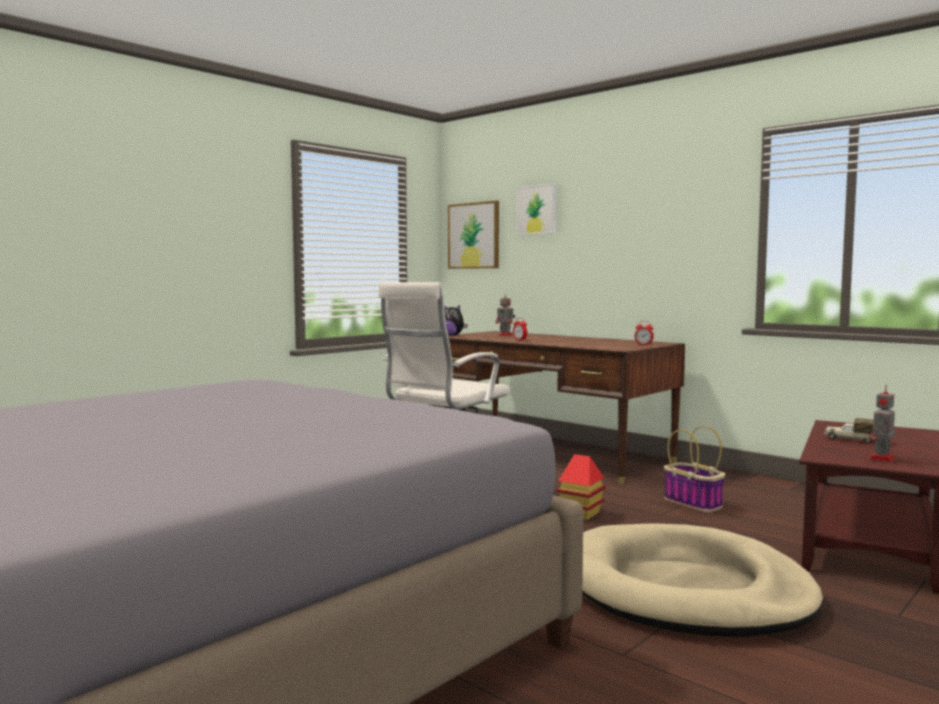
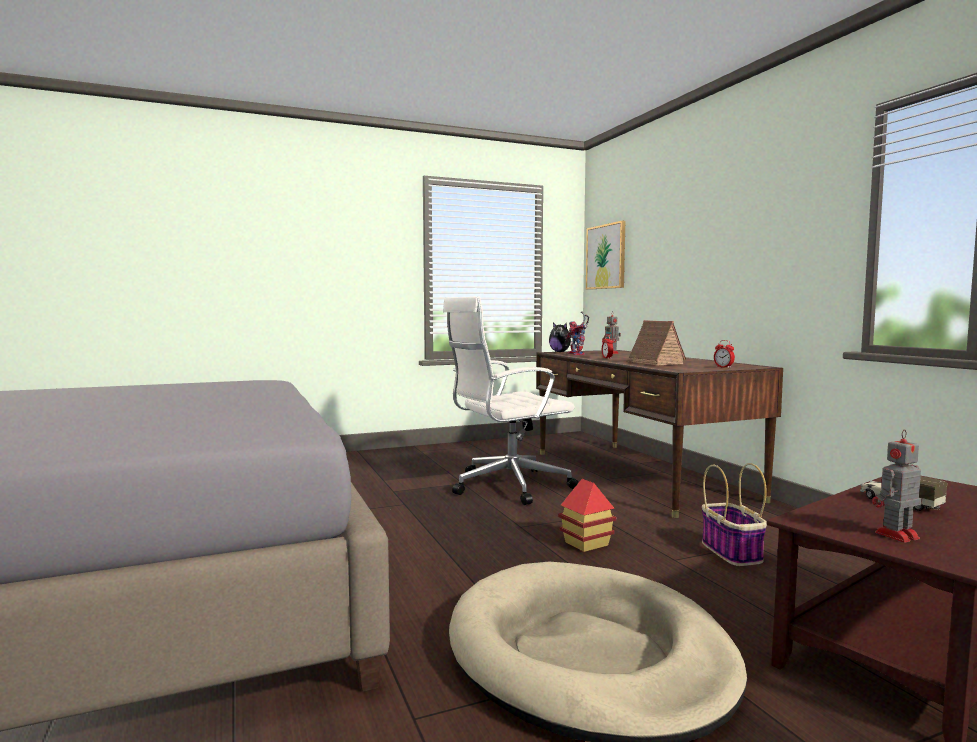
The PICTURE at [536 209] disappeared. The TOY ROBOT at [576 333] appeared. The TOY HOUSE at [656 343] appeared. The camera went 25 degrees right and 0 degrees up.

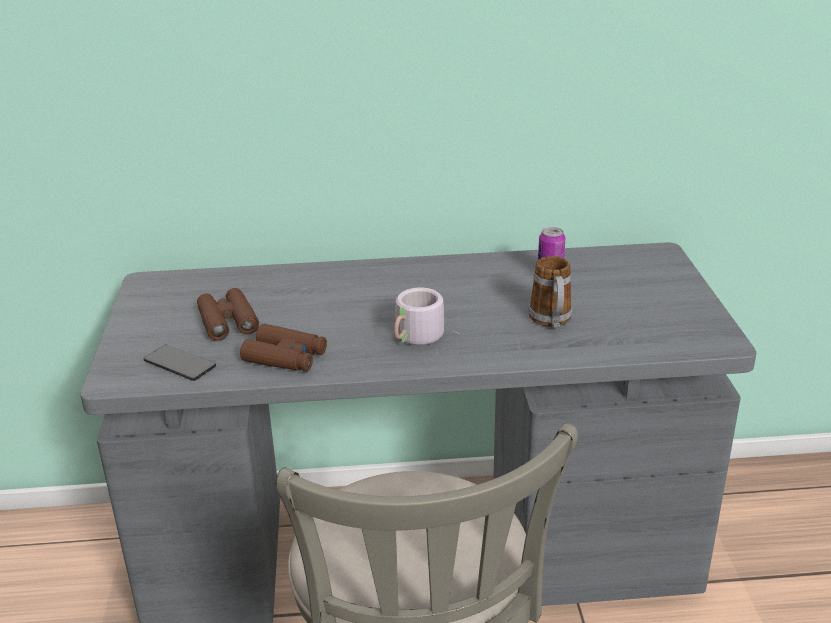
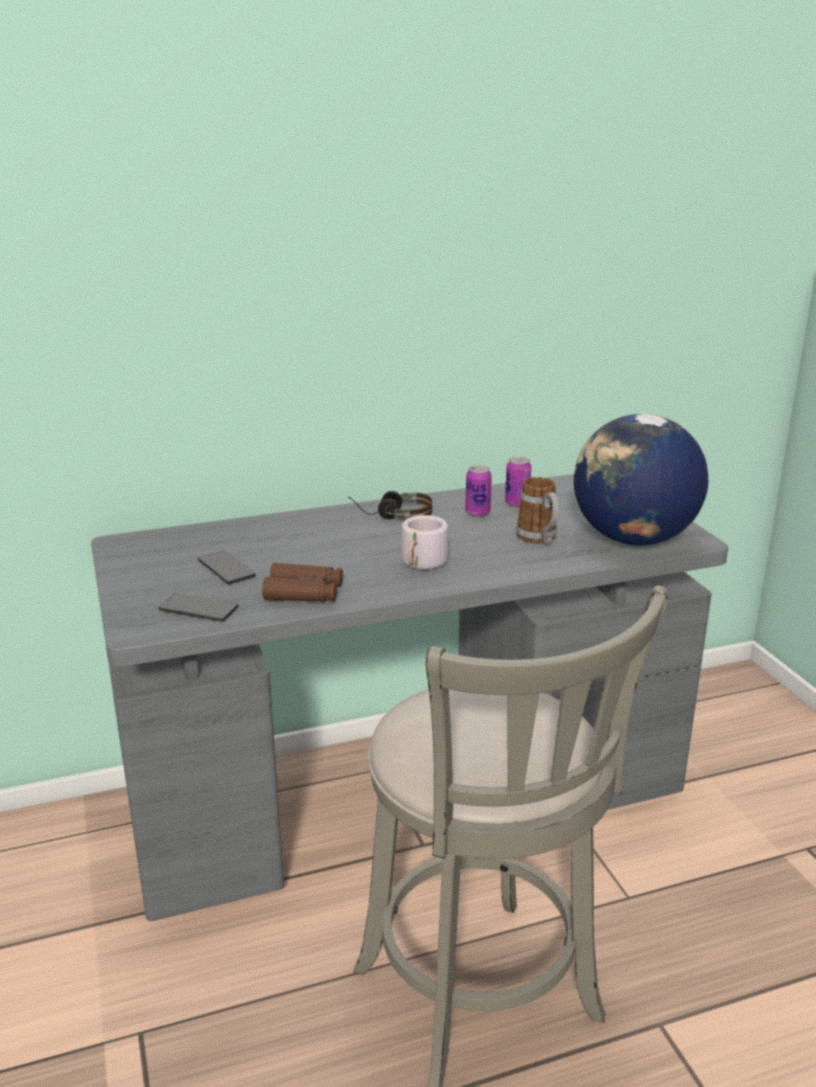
The HEADPHONES at [390 505] appeared. The CAN at [478 491] appeared. The GLOBE at [641 480] appeared. The BROWN BINOCULARS at [228 314] was replaced by the PHONE at [226 567]. The camera went 15 degrees left and 5 degrees down.

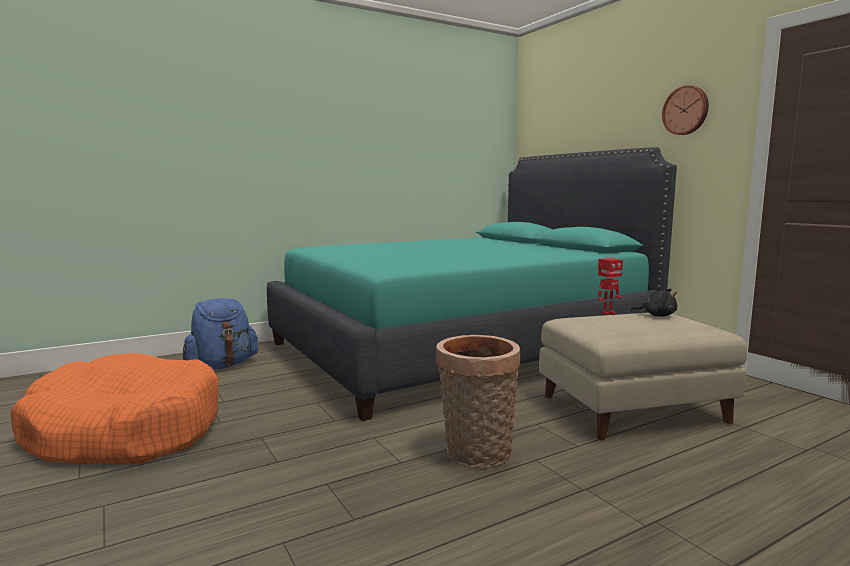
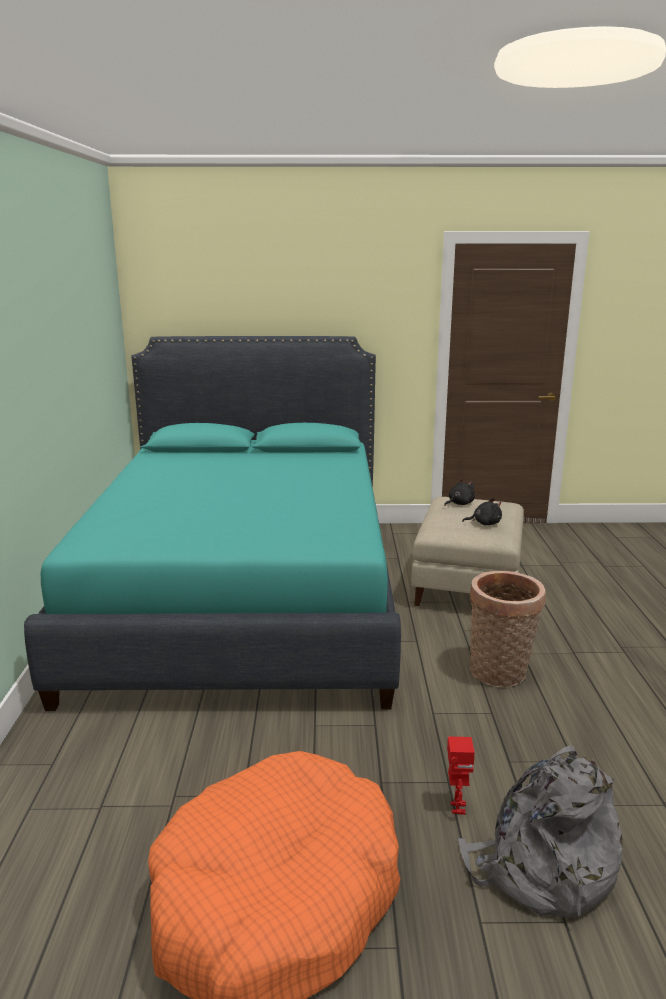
The BLUE BACKPACK at [220 334] disappeared. The WALL CLOCK at [685 110] disappeared. The GREY BACKPACK at [540 831] appeared. The BLACK PLUSH TOY at [482 511] appeared. The TOY ROBOT moved from [610 286] to [461 775]. The camera went 60 degrees left and 10 degrees up.

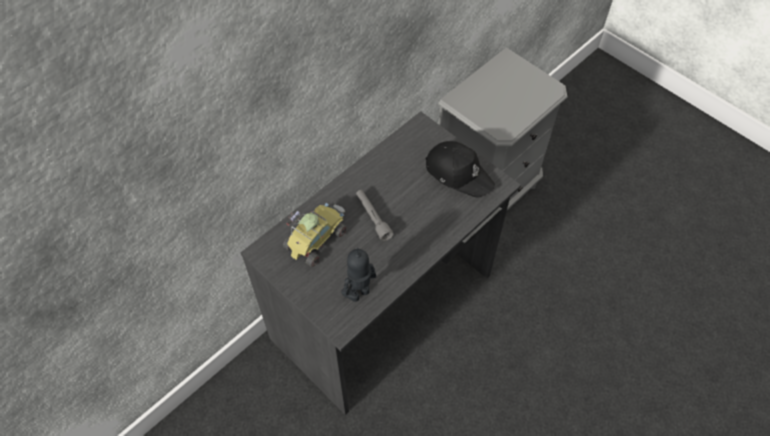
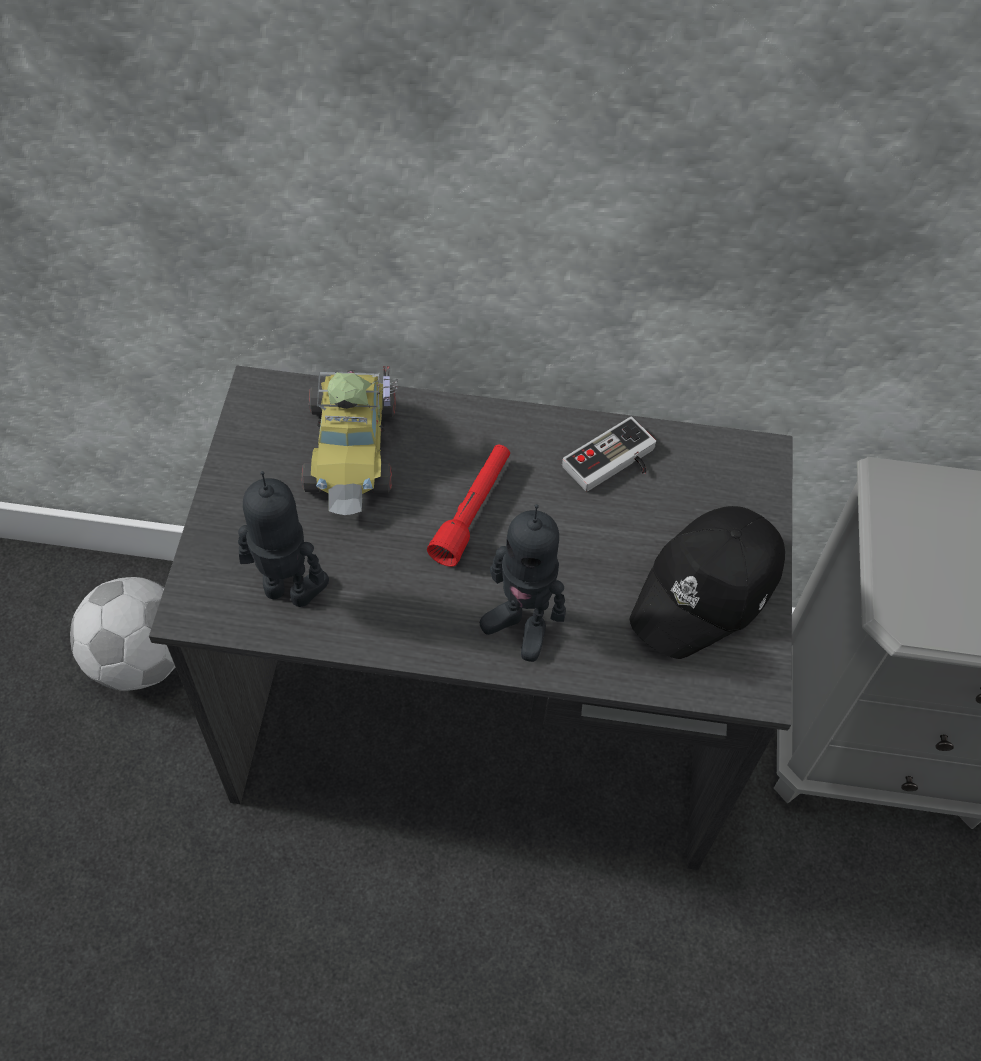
The FOOTBALL at [122 634] appeared. The TOY ROBOT at [523 583] appeared. The GAME CONTROLLER at [609 454] appeared. The GREY FLASHLIGHT at [375 215] became the RED FLASHLIGHT at [468 506]. The TOY CAR at [315 235] turned 90 degrees clockwise. The BLACK CAP at [460 169] turned 45 degrees clockwise. The camera went 50 degrees right and 0 degrees up.

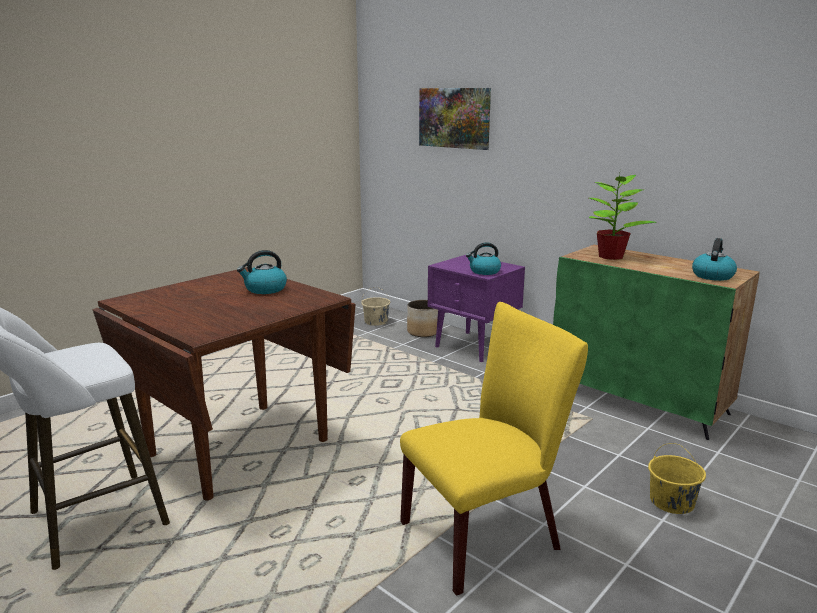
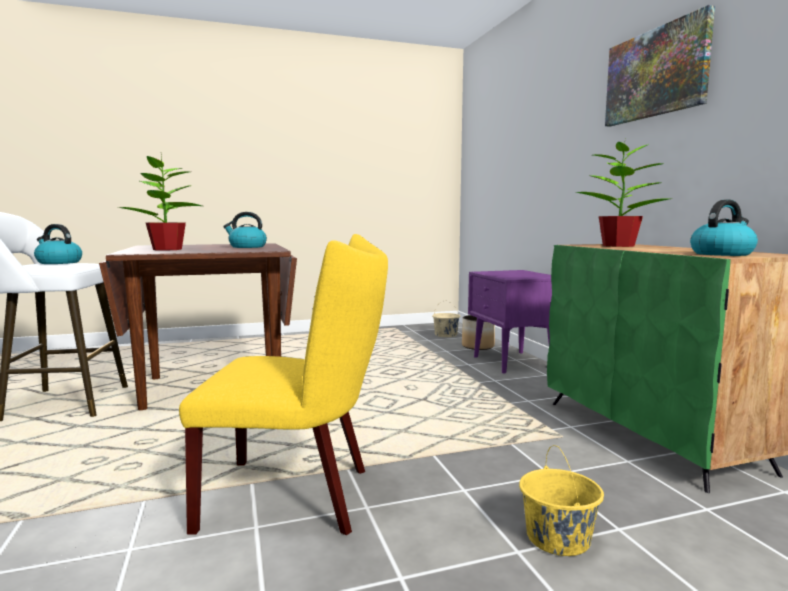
The POTTED PLANT at [160 203] appeared. The PICTURE moved from [455 119] to [660 65]. The KETTLE moved from [483 258] to [58 244]. The camera went 30 degrees right and 10 degrees down.

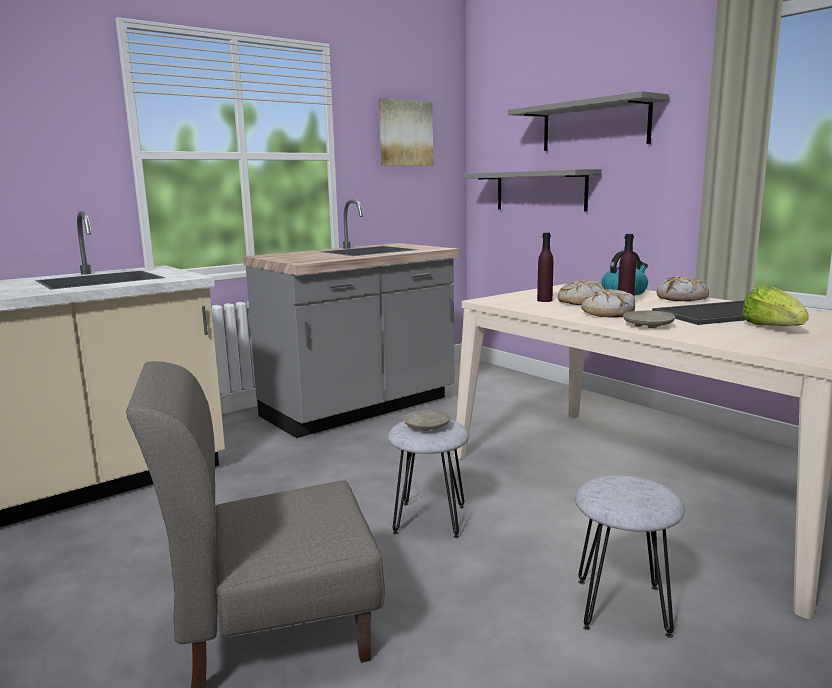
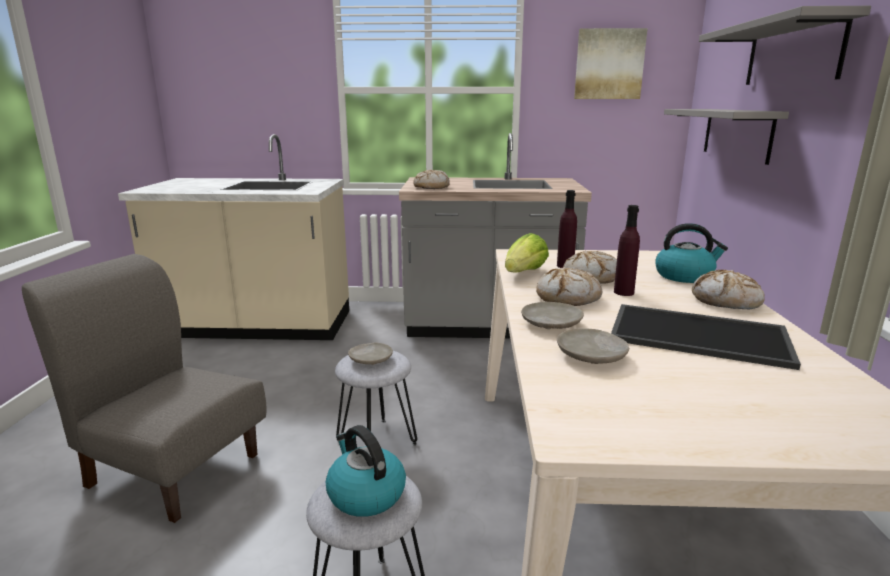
The KETTLE at [366 471] appeared. The BREAD at [431 179] appeared. The BEIGE PLATE at [593 346] appeared. The LETTUCE moved from [775 305] to [527 252]. The camera went 40 degrees right and 5 degrees up.

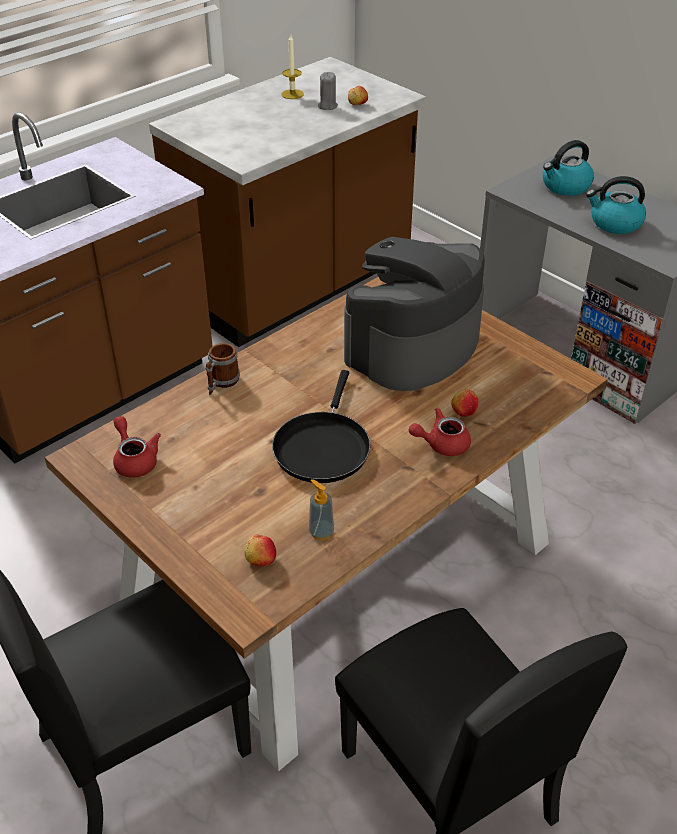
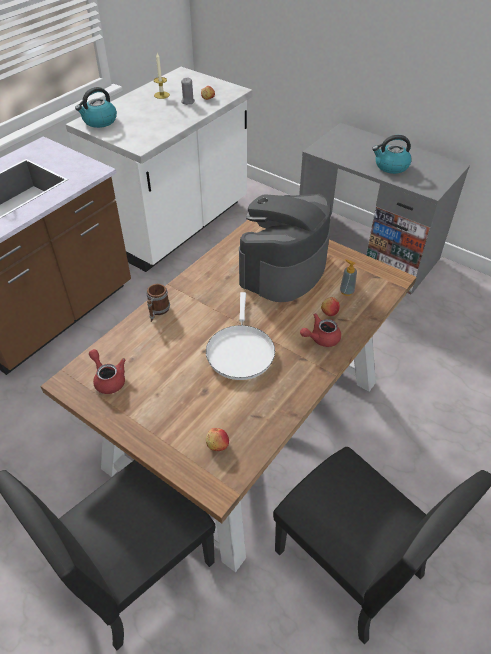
The SOAP DISPENSER moved from [321 509] to [348 277]. The KETTLE moved from [568 168] to [96 107]. The BROWN COUNTER at [287 202] became the WHITE COUNTER at [159 169]. The BLACK FRYING PAN at [321 426] became the WHITE FRYING PAN at [240 336]. The camera went 10 degrees left and 5 degrees up.

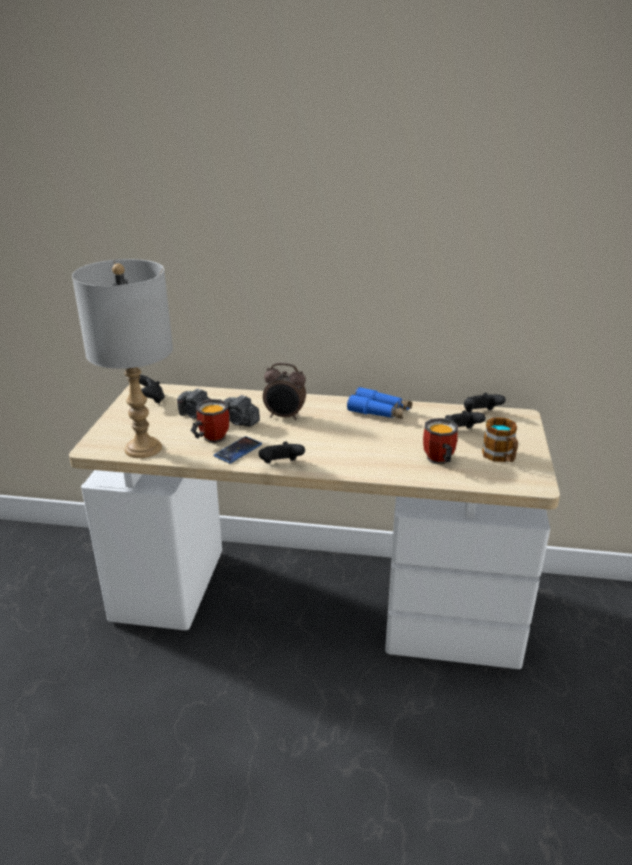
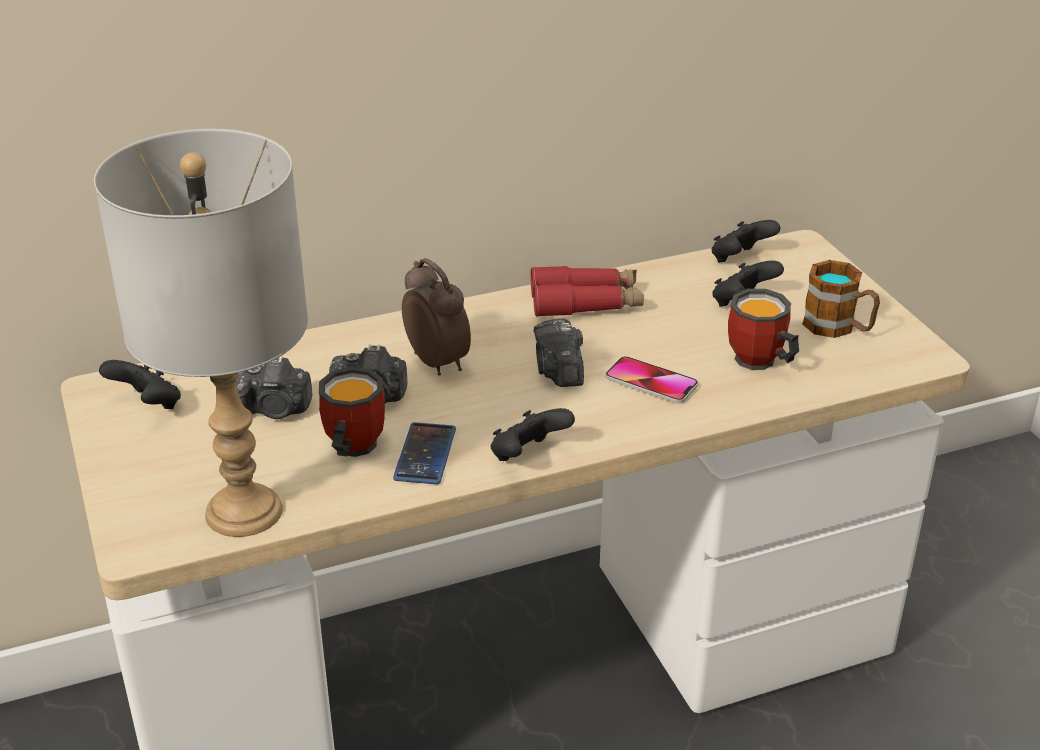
The PHOTO CAMERA at [558 352] appeared. The PHONE at [651 380] appeared. The BLUE BINOCULARS at [379 403] became the RED BINOCULARS at [587 291]. The ALARM CLOCK at [284 391] turned 105 degrees counterclockwise. The camera went 30 degrees left and 5 degrees up.

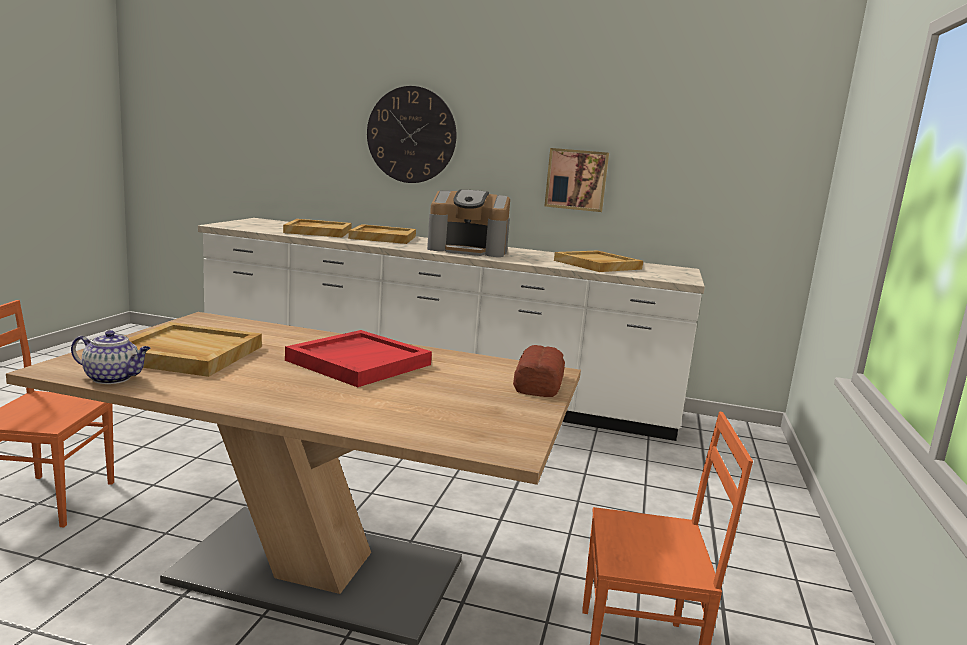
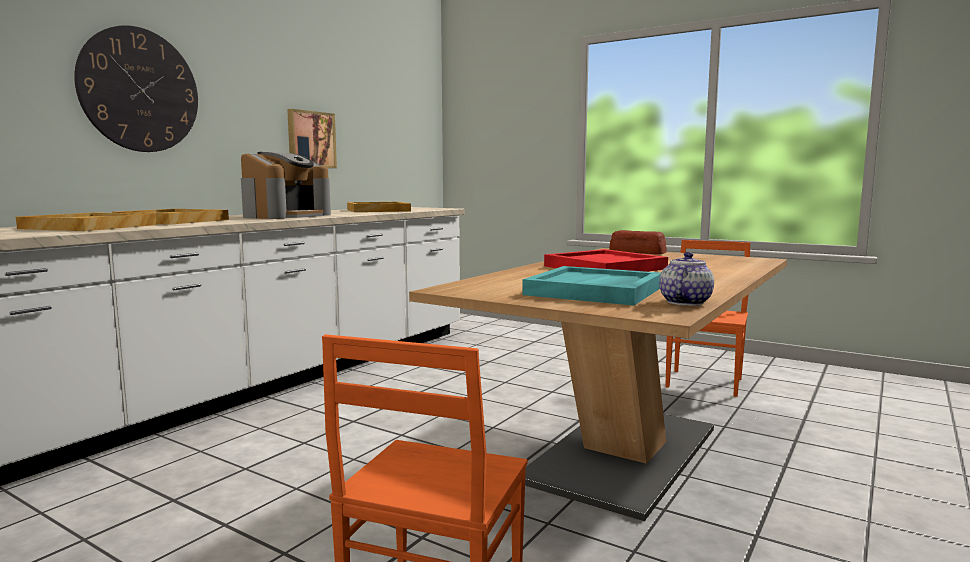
The BEIGE TRAY at [195 349] became the TURQUOISE TRAY at [591 286]. The camera went 70 degrees left and 5 degrees down.

